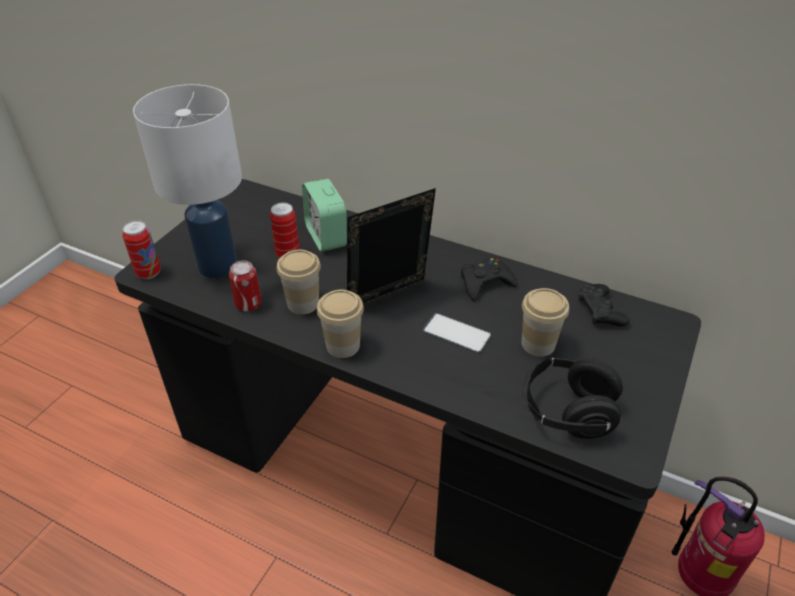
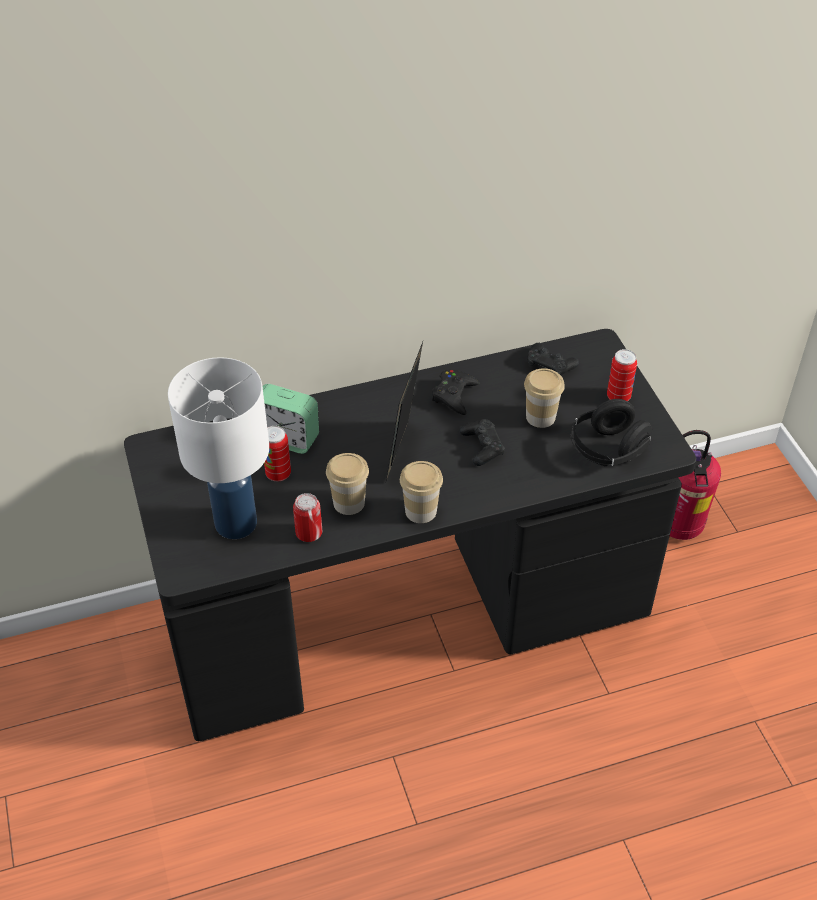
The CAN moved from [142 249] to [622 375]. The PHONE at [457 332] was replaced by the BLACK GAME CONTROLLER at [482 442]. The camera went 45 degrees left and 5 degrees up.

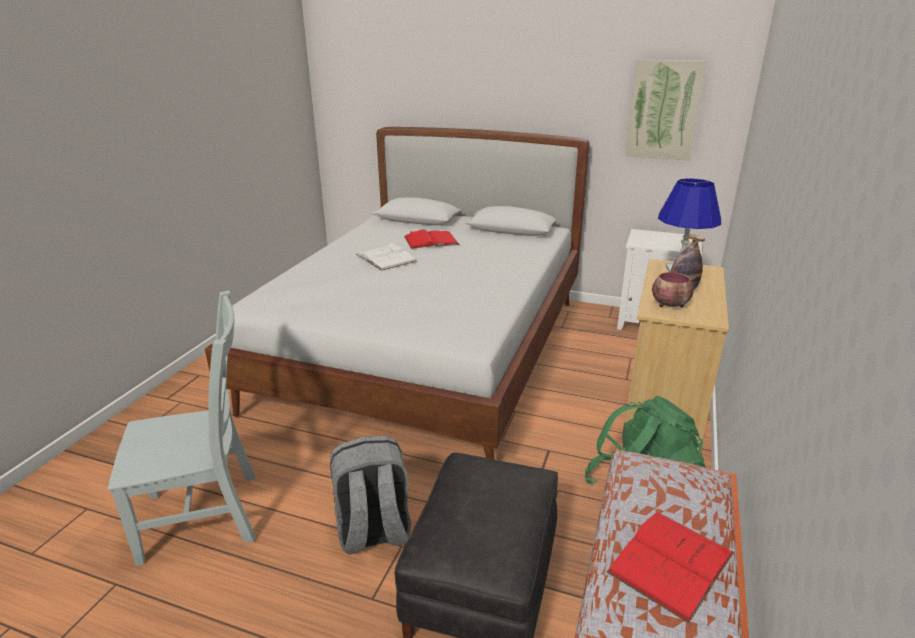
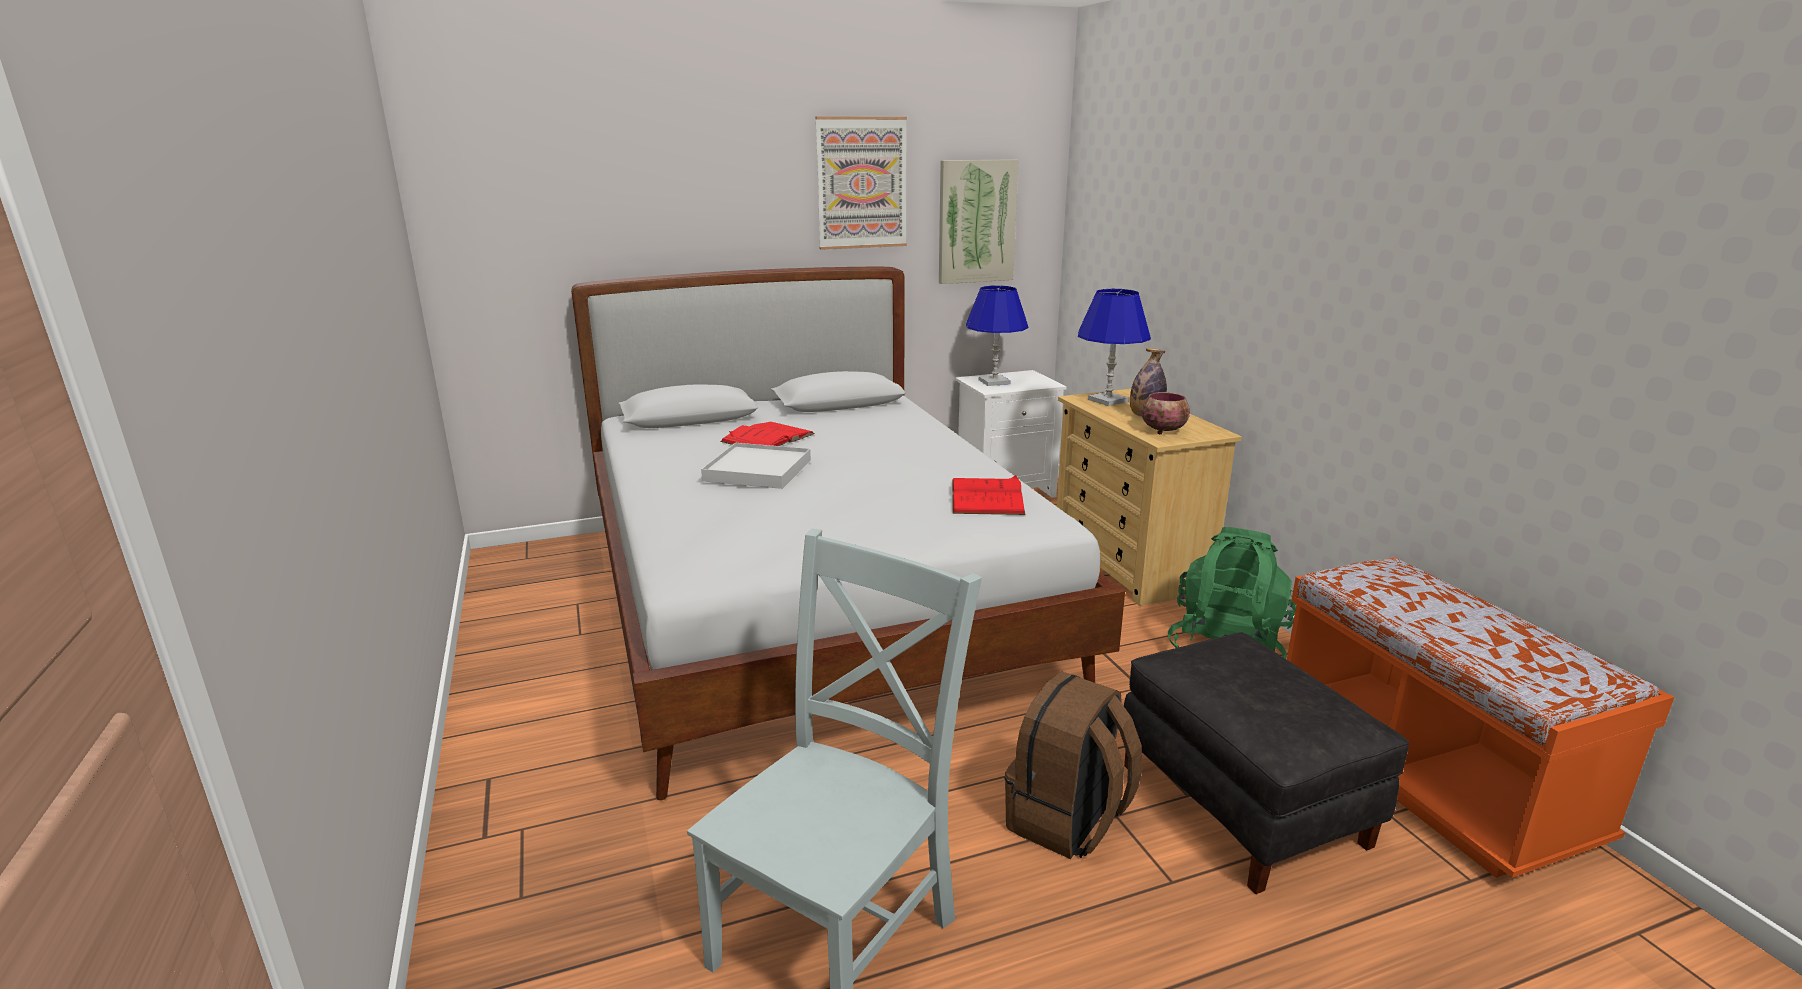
The PICTURE at [861 183] appeared. The BLUE TABLE LAMP at [997 336] appeared. The RED BOOK moved from [670 567] to [988 495]. The WHITE BOOK at [386 257] was replaced by the WHITE TRAY at [756 466]. The GREY BACKPACK at [370 495] became the BROWN BACKPACK at [1073 765]. The camera went 40 degrees left and 5 degrees down.

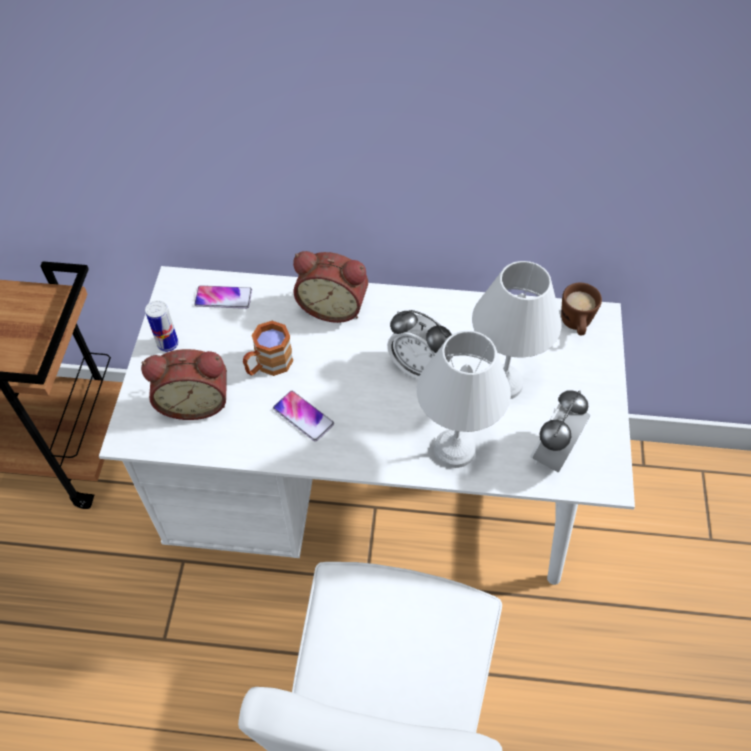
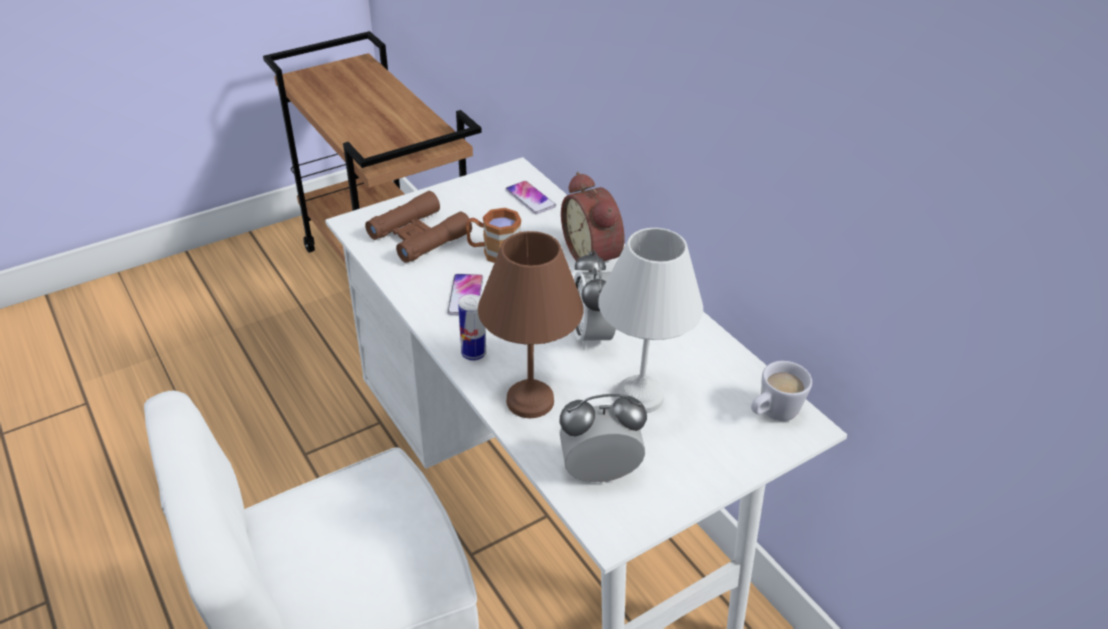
The CAN moved from [161 326] to [472 327]. The ALARM CLOCK at [184 384] was replaced by the BROWN BINOCULARS at [418 227]. The WHITE TABLE LAMP at [463 399] became the BROWN TABLE LAMP at [531 324]. The BROWN MUG at [581 309] became the WHITE MUG at [781 391]. The camera went 50 degrees right and 15 degrees down.

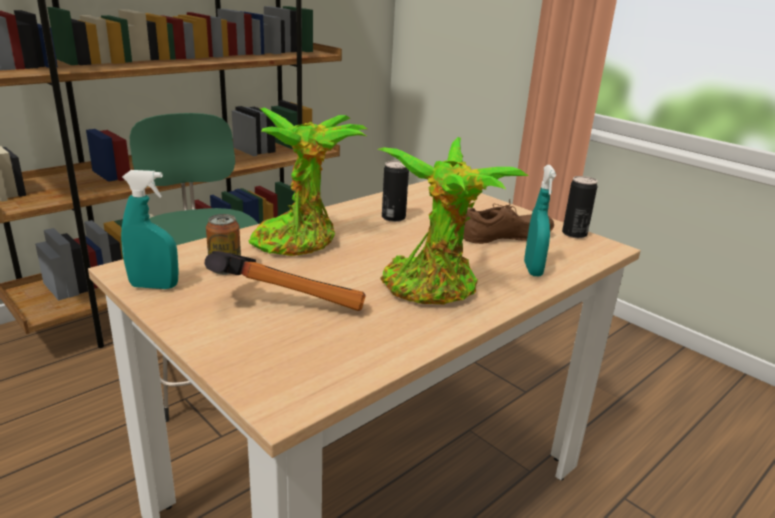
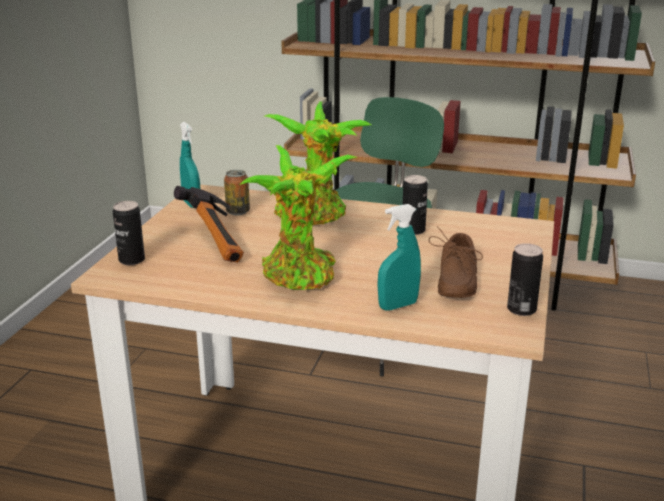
The CAN at [129 233] appeared. The BROWN SHOE at [508 221] turned 60 degrees clockwise. The camera went 60 degrees right and 0 degrees up.

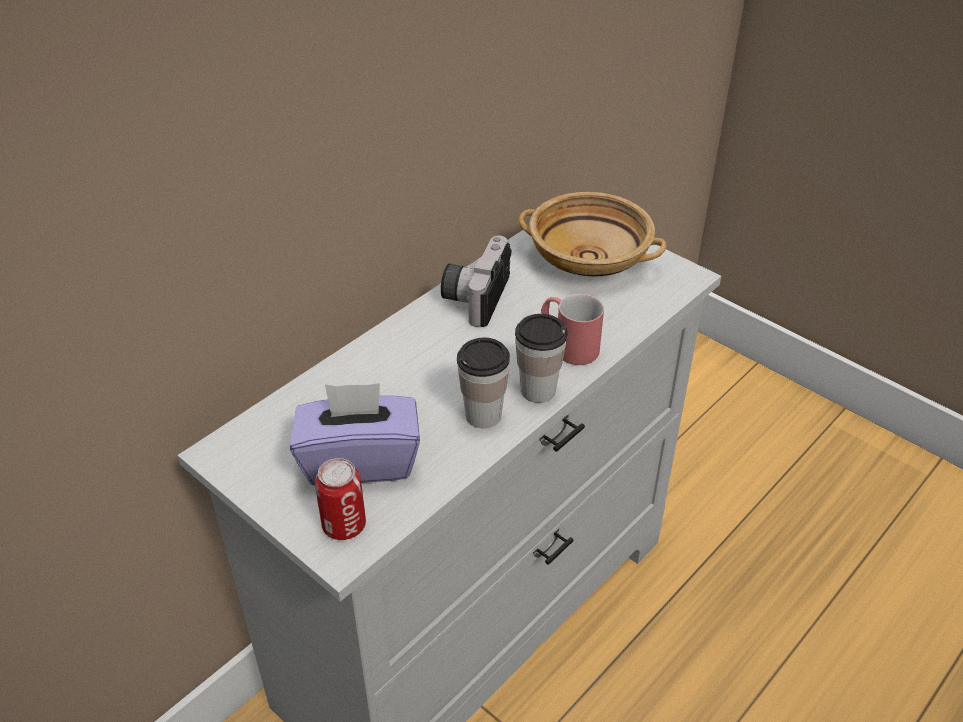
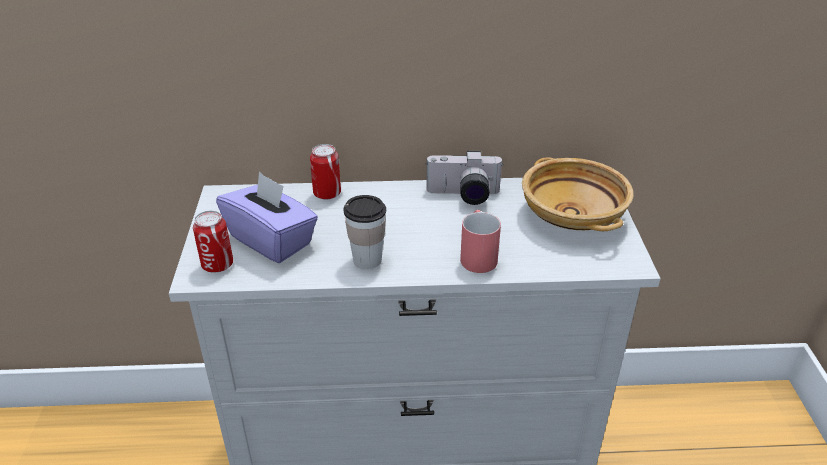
The CUP at [541 358] disappeared. The CAN at [325 171] appeared. The PHOTO CAMERA at [476 281] turned 150 degrees counterclockwise. The camera went 45 degrees right and 5 degrees down.

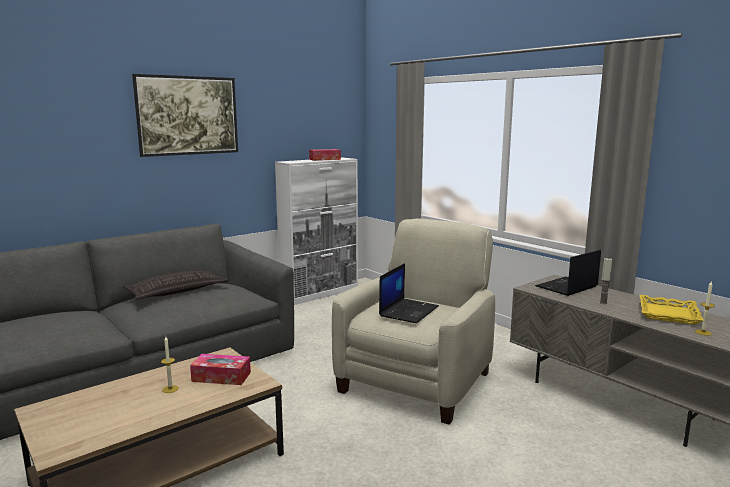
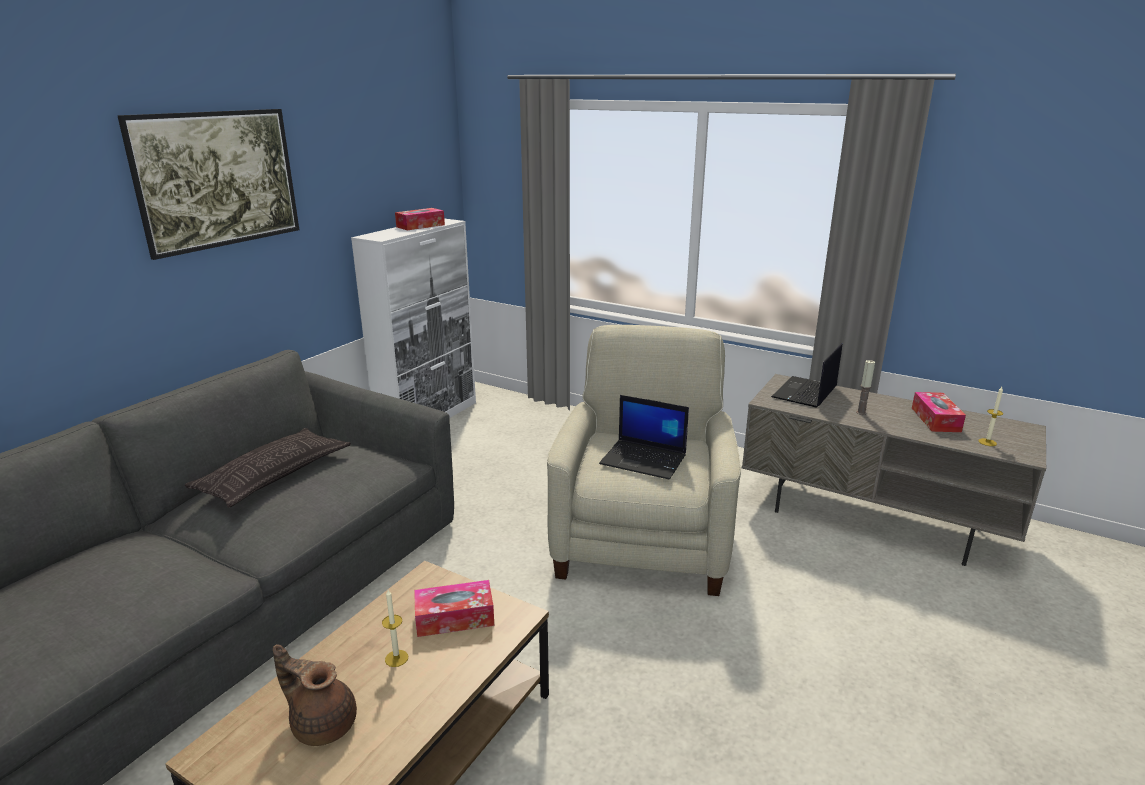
The BROWN TEAPOT at [315 695] appeared. The YELLOW TRAY at [671 310] was replaced by the TISSUE BOX at [939 412]. The LAPTOP at [409 293] turned 105 degrees clockwise. The camera went 20 degrees left and 10 degrees up.

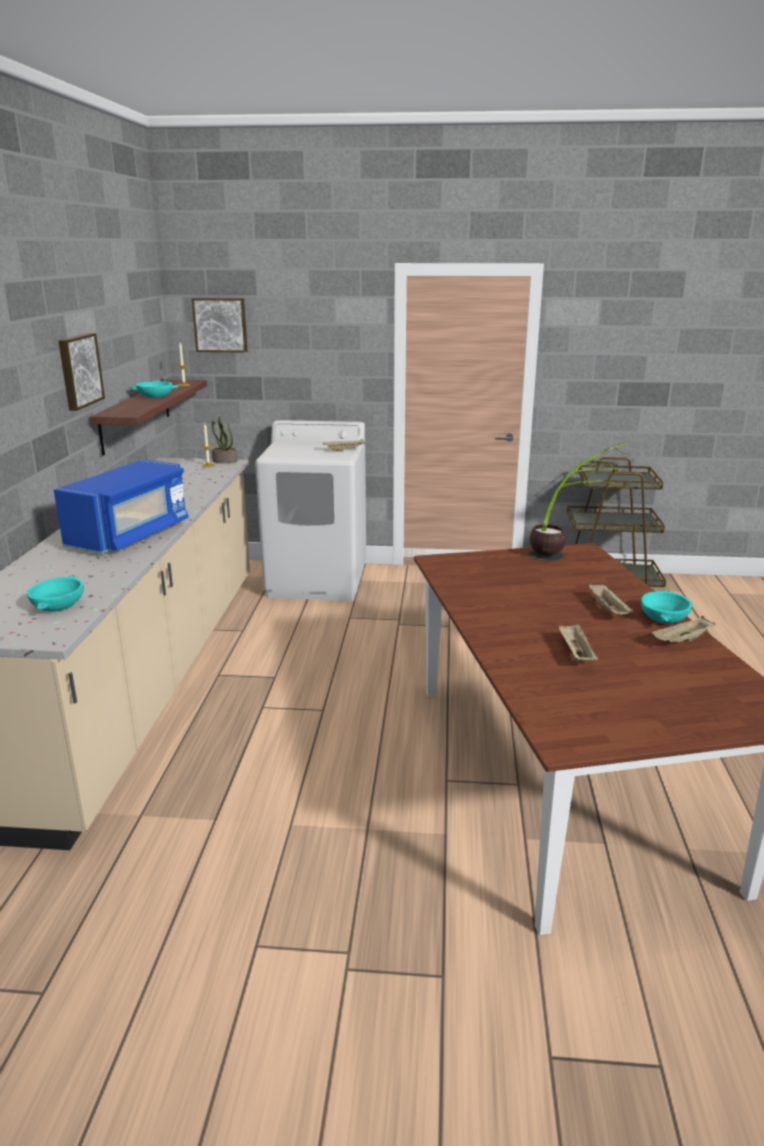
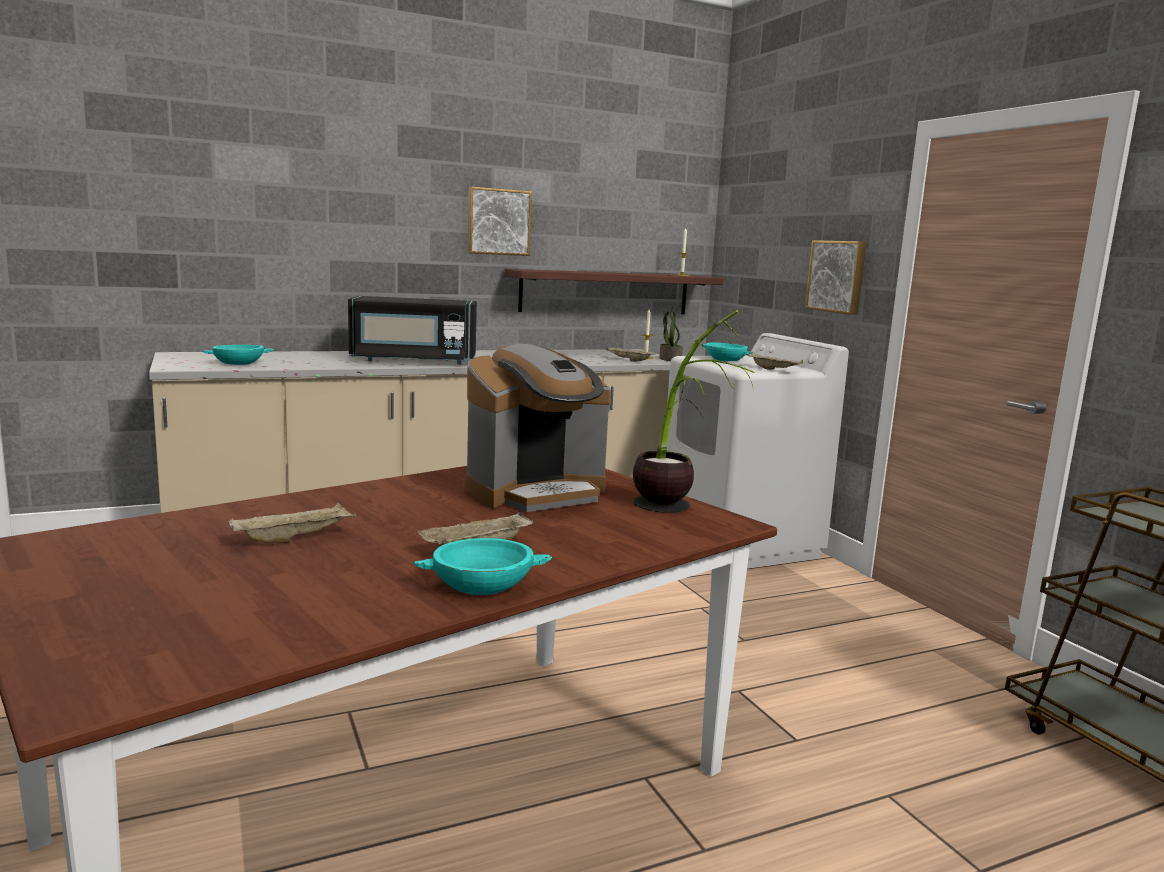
The COFFEE MACHINE at [538 428] appeared. The TURQUOISE BOWL moved from [154 389] to [727 351]. The PICTURE moved from [220 325] to [836 277]. The BEIGE TRAY moved from [684 629] to [631 354]. The BLUE MICROWAVE at [121 506] became the BLACK MICROWAVE at [412 330]. The camera went 60 degrees right and 10 degrees down.

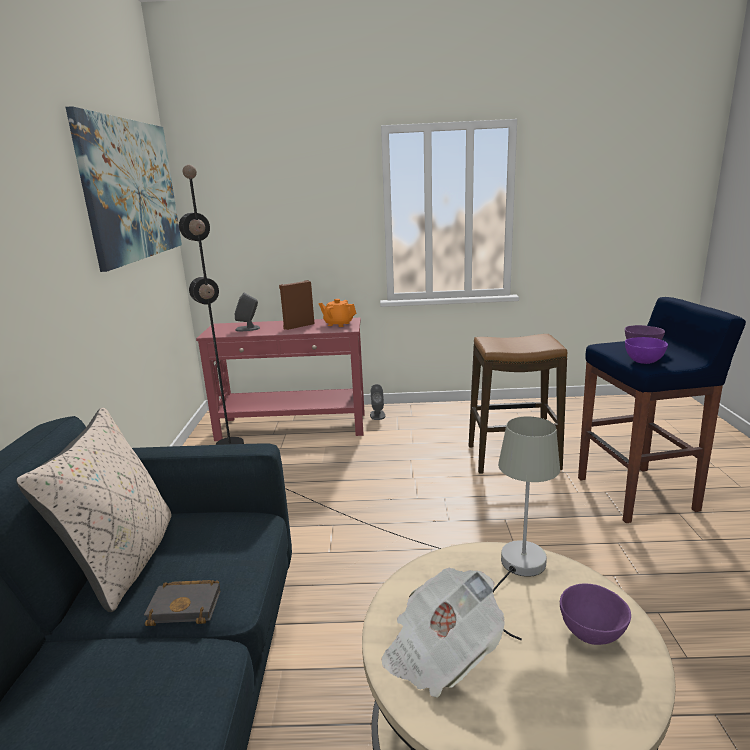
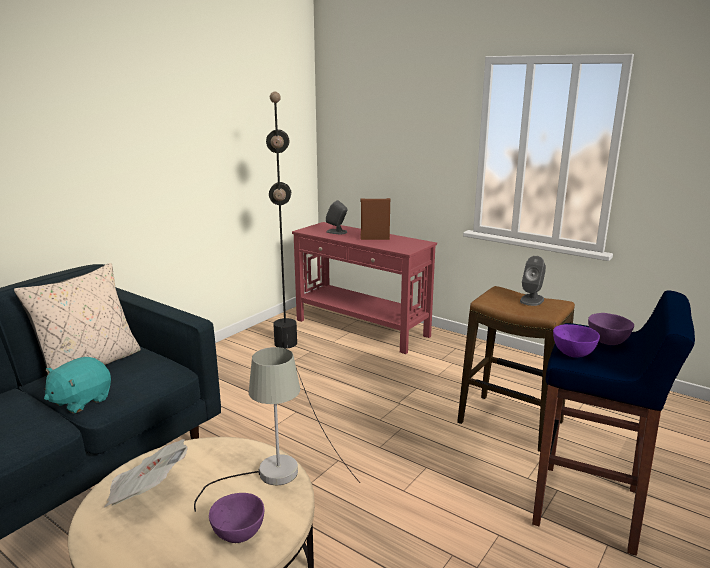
The PICTURE at [124 189] disappeared. The ORANGE TEAPOT at [337 313] disappeared. The GREY SPEAKER moved from [377 402] to [533 281]. The BLACK BOOK at [182 603] was replaced by the TURQUOISE PLUSH TOY at [77 385]. The camera went 35 degrees right and 0 degrees up.

